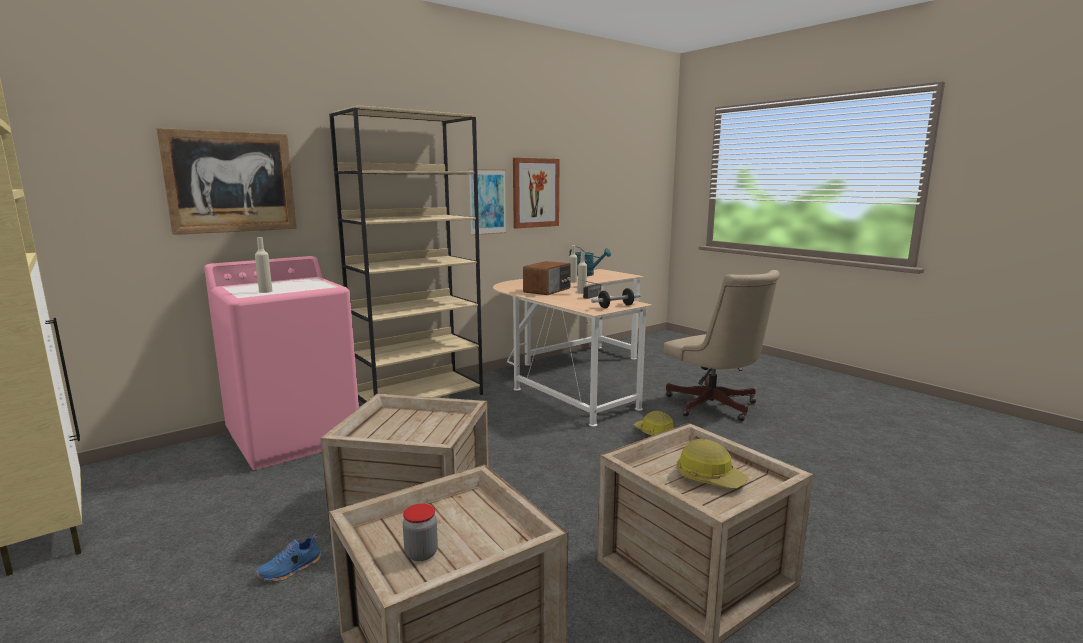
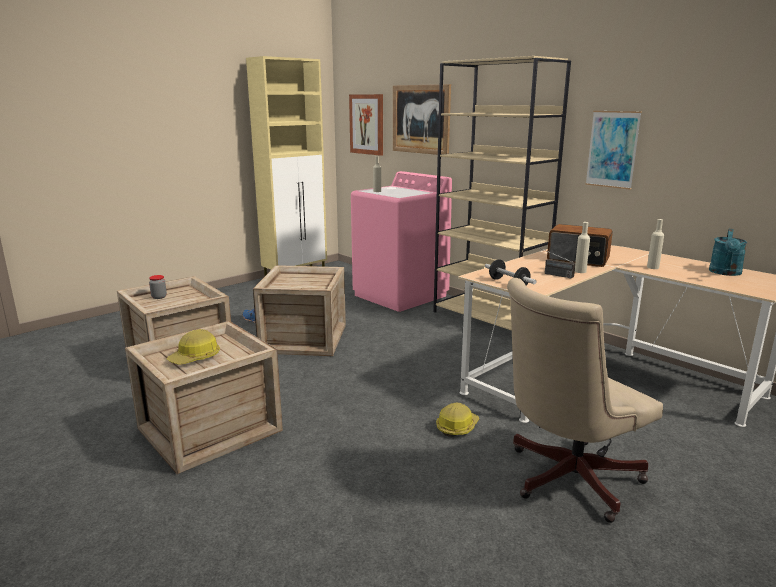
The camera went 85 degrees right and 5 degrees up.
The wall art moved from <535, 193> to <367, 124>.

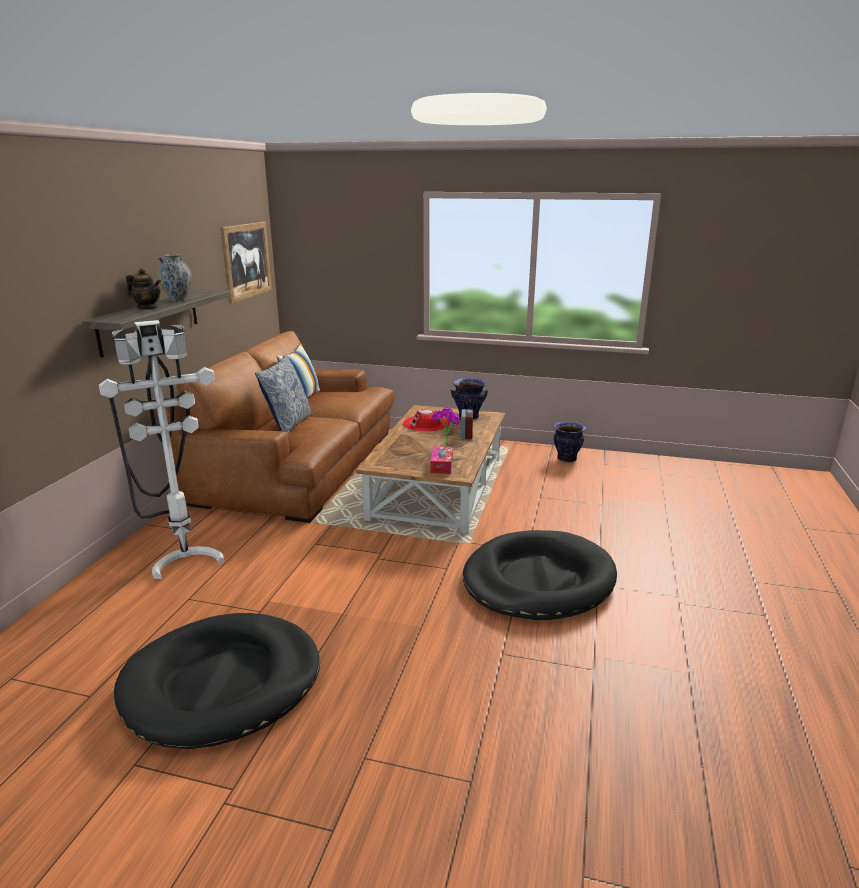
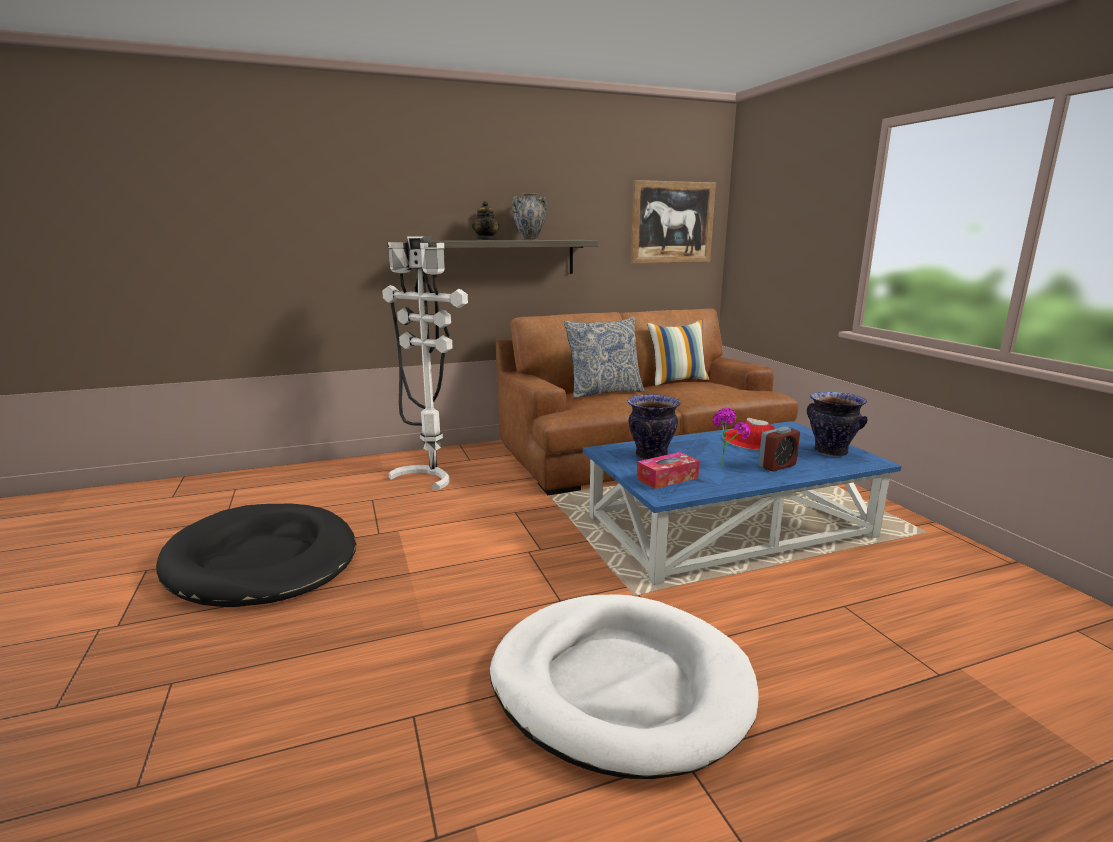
The camera went 55 degrees right and 5 degrees down.
The dog cushion (black-coloured) at <538, 580> became the dog cushion (white-coloured) at <619, 685>.
The low table (brown) at <437, 486> became the low table (bluish) at <729, 525>.
The flower vase moved from <566, 459> to <650, 456>.

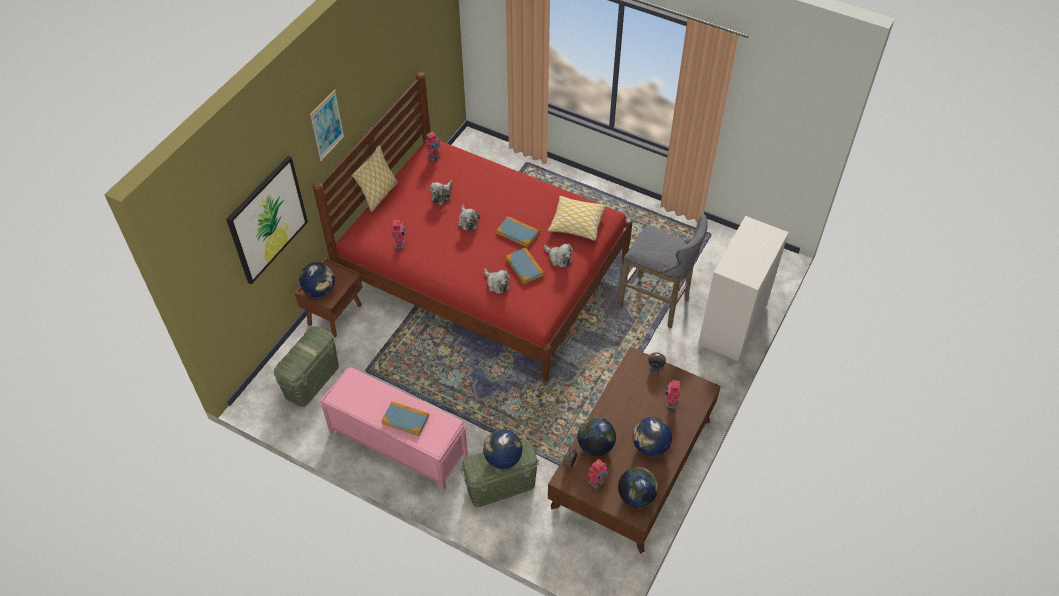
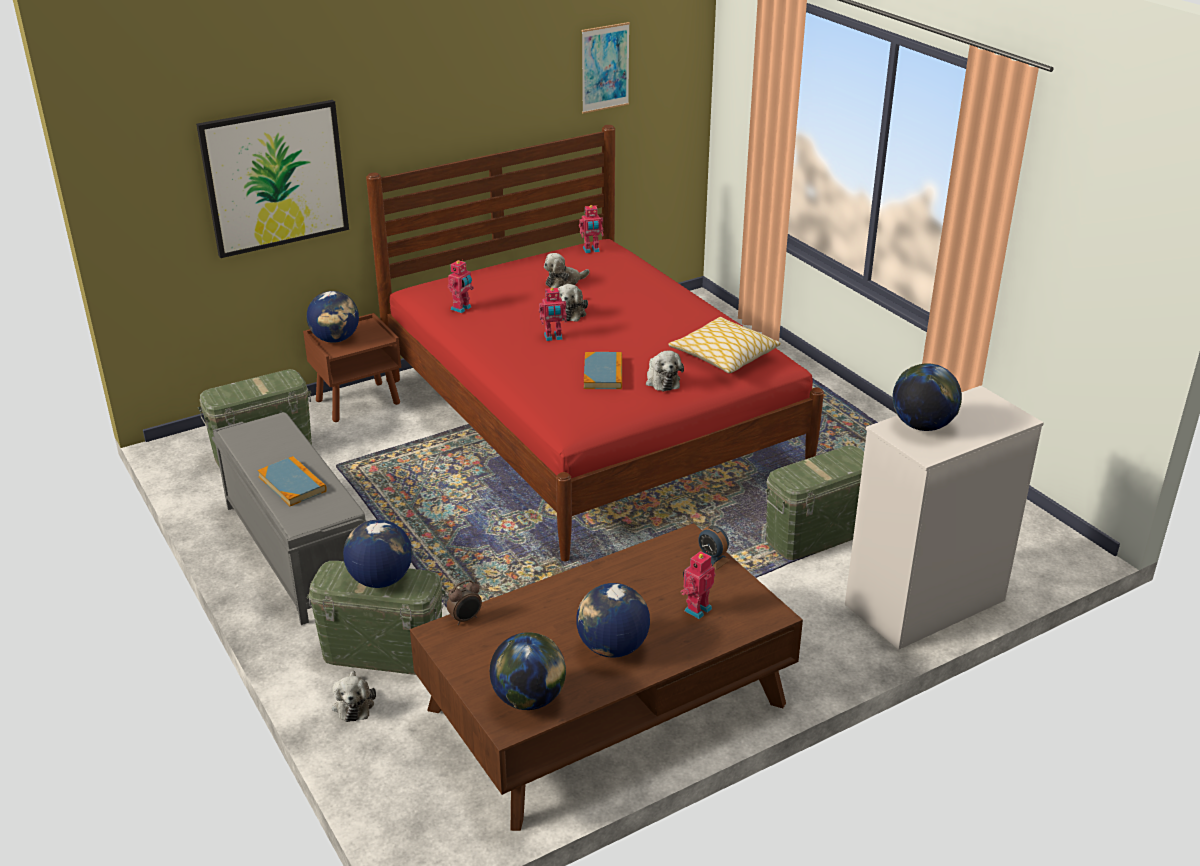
The camera went 30 degrees right and 20 degrees down.
The long seat (pink-coloured) at <397, 442> became the long seat (greyish) at <297, 550>.
The plush toy moved from <497, 284> to <353, 704>.
The model robot moved from <597, 482> to <553, 337>.
The wall art moved from <326, 125> to <605, 67>.
The stool (greyish) at <657, 304> was replaced by the storage box (greenish) at <816, 536>.
The globe moved from <595, 446> to <922, 426>.
The pillow at <378, 195> disappeared.
The volume at <517, 233> disappeared.

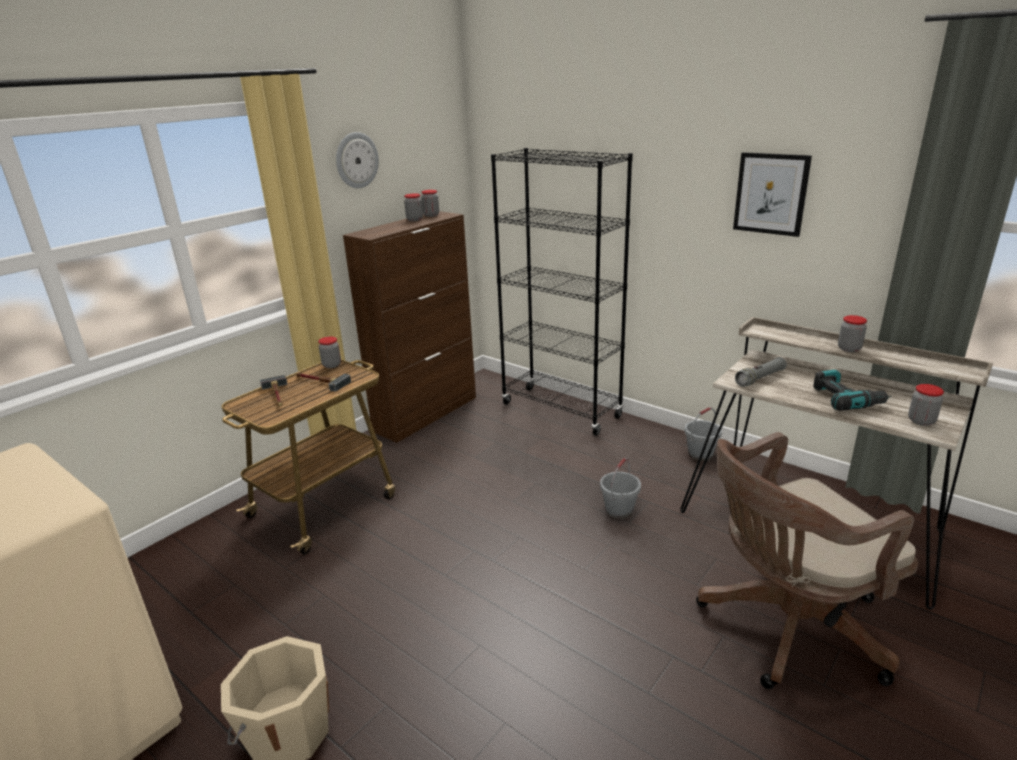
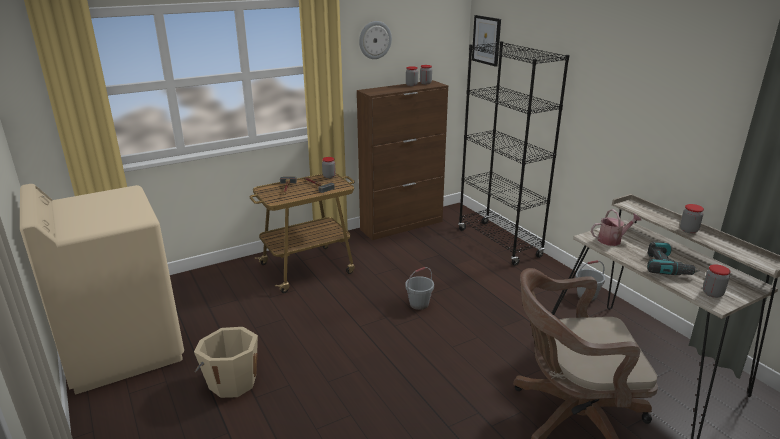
The camera went 20 degrees right and 0 degrees up.
The pail (greyish) moved from <619, 511> to <419, 304>.
The wall art moved from <771, 194> to <486, 40>.
The flashlight (greyish) at <760, 378> was replaced by the sprinkling can at <612, 240>.

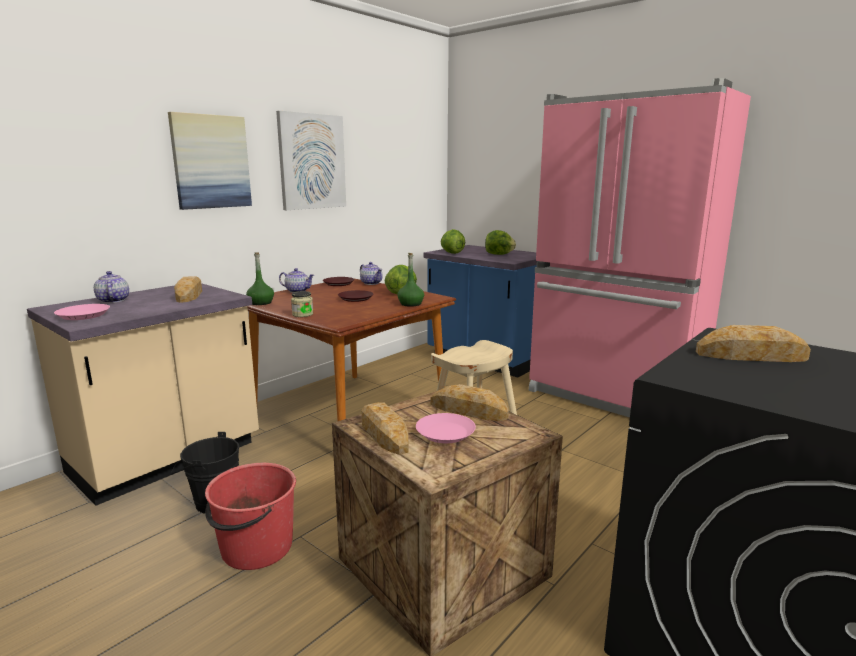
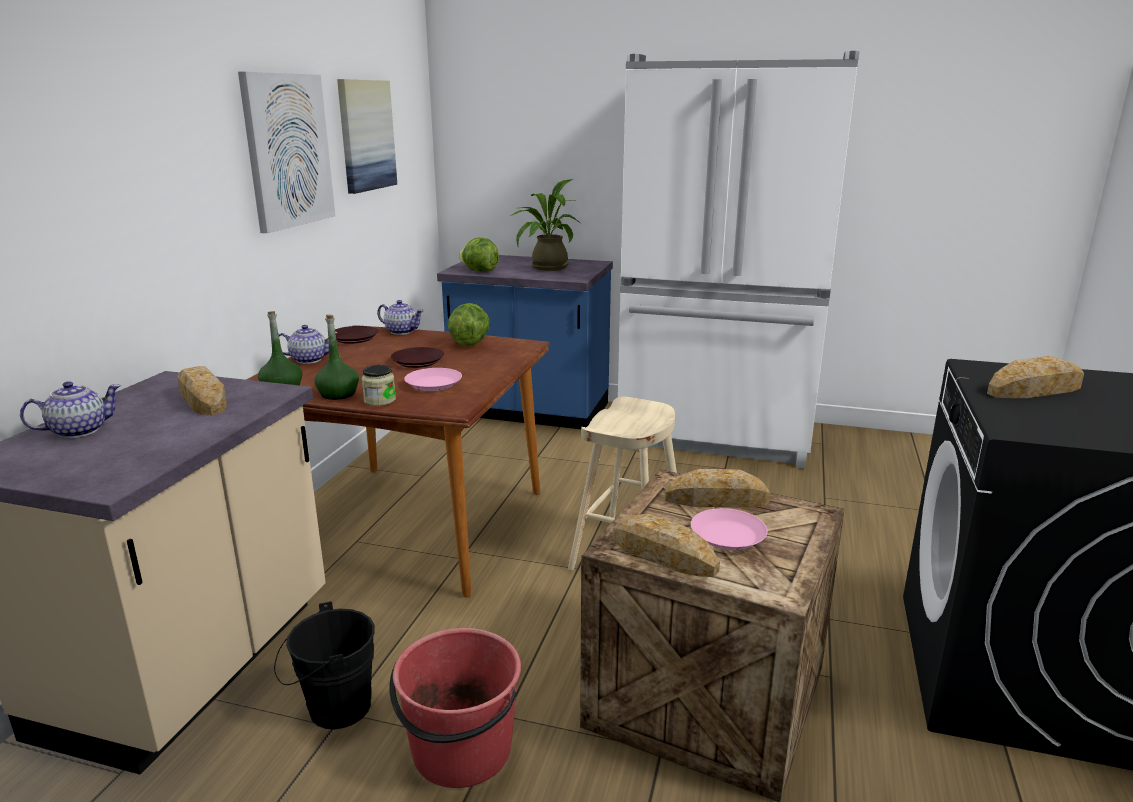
The camera went 25 degrees left and 5 degrees up.
The teapot at <113, 300> turned 105 degrees clockwise.
The bottle (greenish) moved from <411, 304> to <338, 394>.
The wall art moved from <211, 162> to <366, 135>.
The dinner plate (pink-coloured) moved from <84, 315> to <433, 384>.
The lettuce at <499, 254> was replaced by the houseplant at <545, 268>.
The kitchen fridge (pink-coloured) at <613, 397> became the kitchen fridge (white-coloured) at <716, 436>.

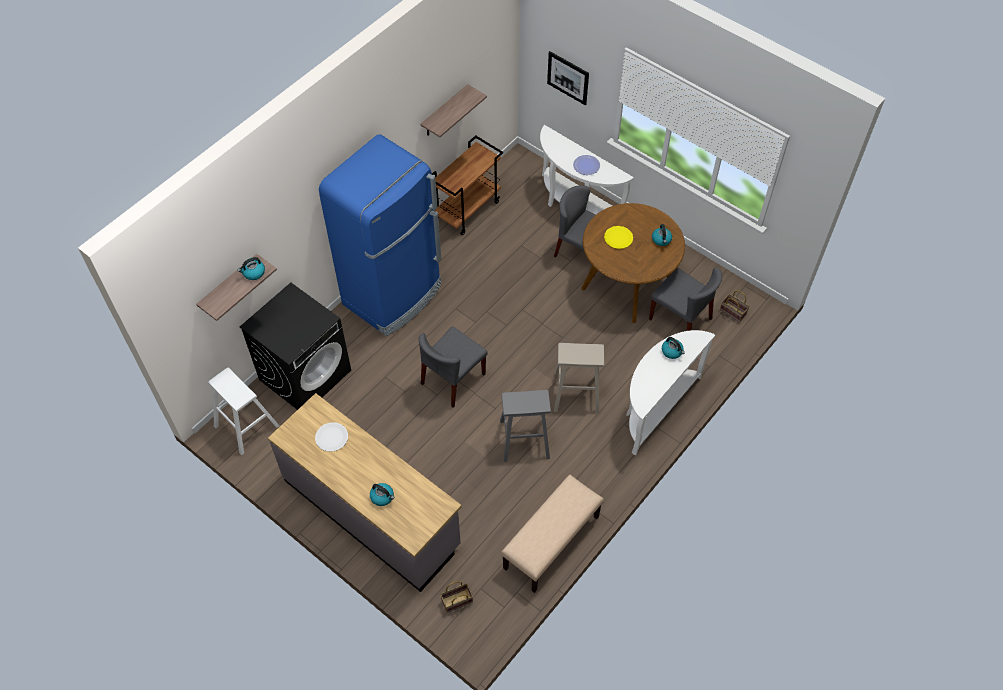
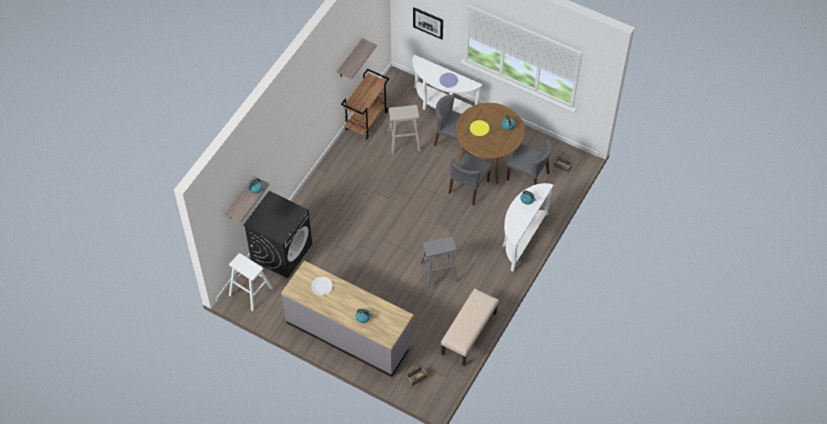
The camera went 10 degrees left and 0 degrees up.
The stool (beige) moved from <577, 392> to <404, 140>.
The upright chair (greyish) moved from <453, 379> to <469, 187>.
The kitchen fridge (bluish) at <393, 295> disappeared.

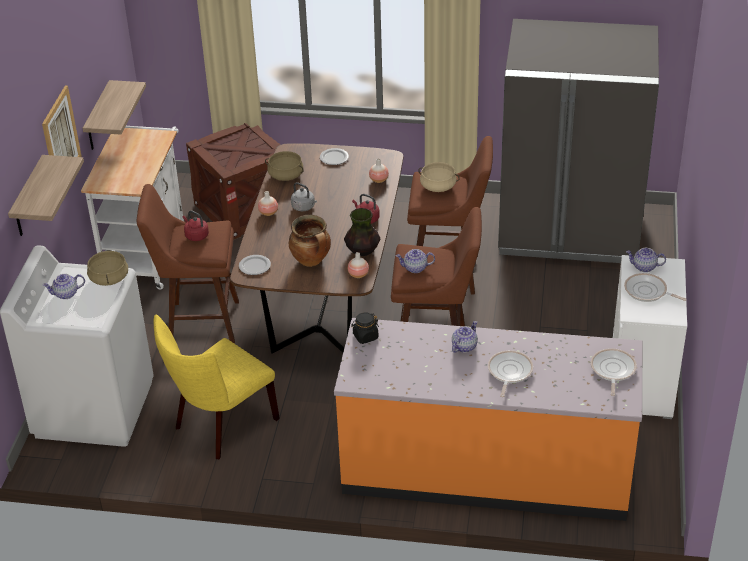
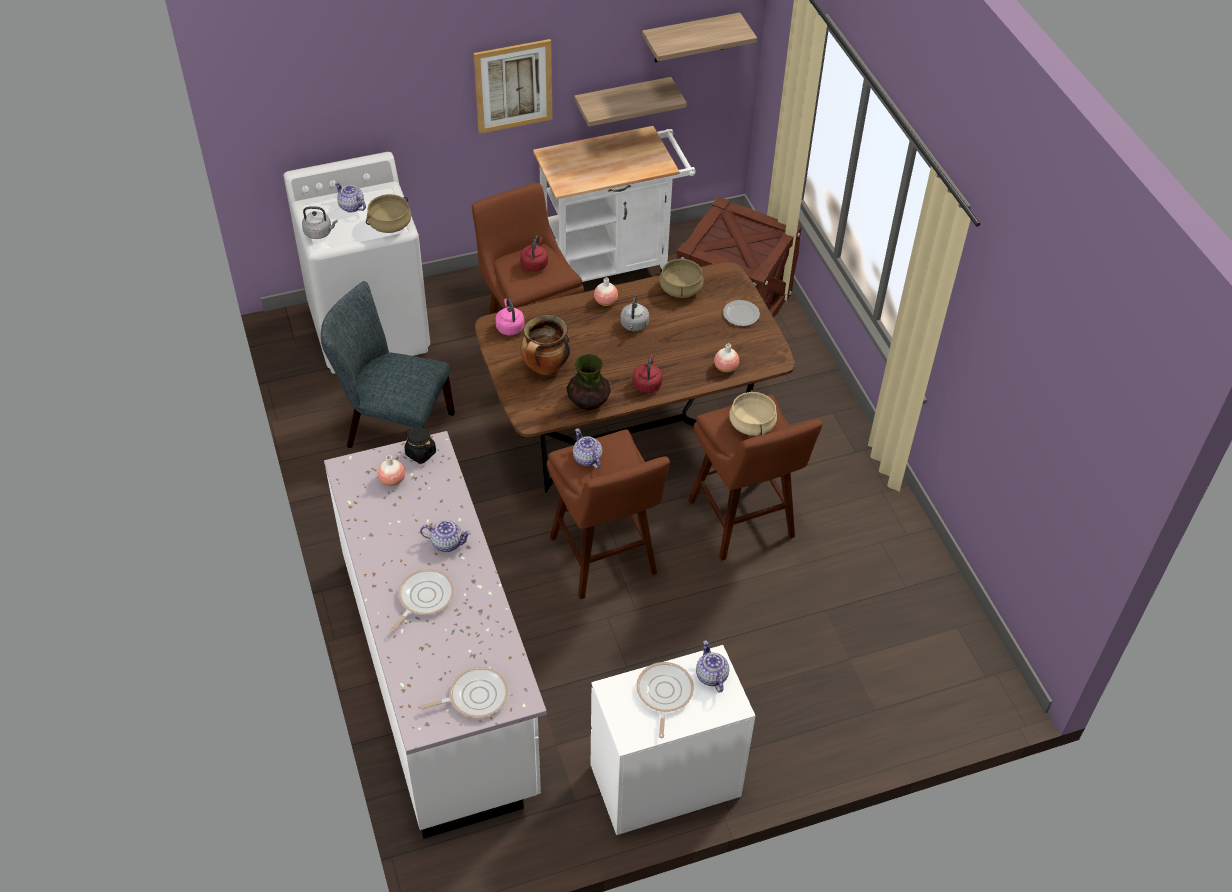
The camera went 60 degrees right and 10 degrees up.
The water kettle (greyish) at <319, 233> appeared.
The upright chair (yellow) at <221, 426> became the upright chair (greyish) at <393, 429>.
The kitchen counter (orangey) at <486, 469> became the kitchen counter (white-coloured) at <441, 675>.
The flower vase moved from <358, 275> to <392, 480>.
The frying pan at <509, 372> turned 45 degrees counterclockwise.
The dinner plate at <254, 266> was replaced by the water kettle (pink-coloured) at <509, 327>.
The wall shelf moved from <28, 198> to <690, 38>.
The kitchen fridge (greyish) at <569, 231> disappeared.

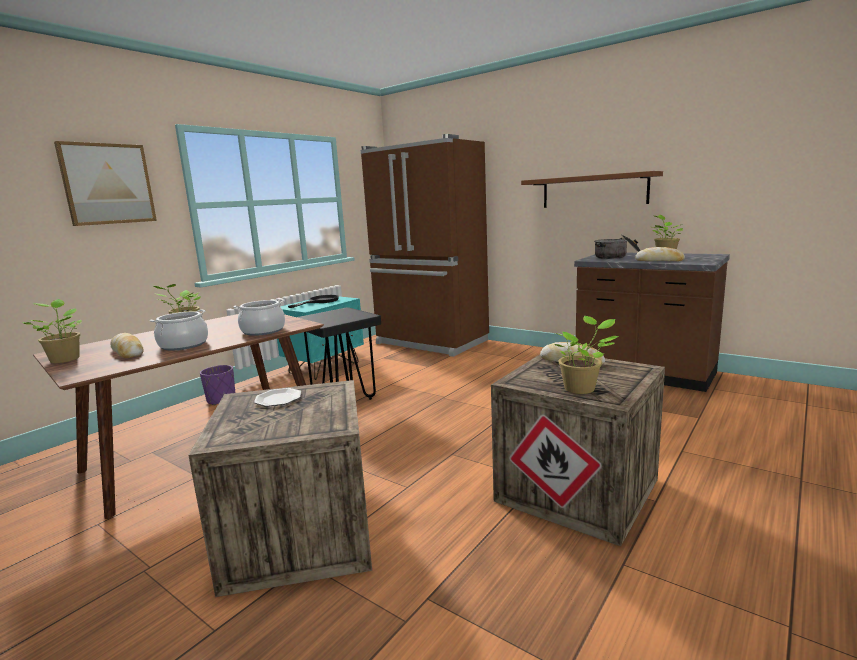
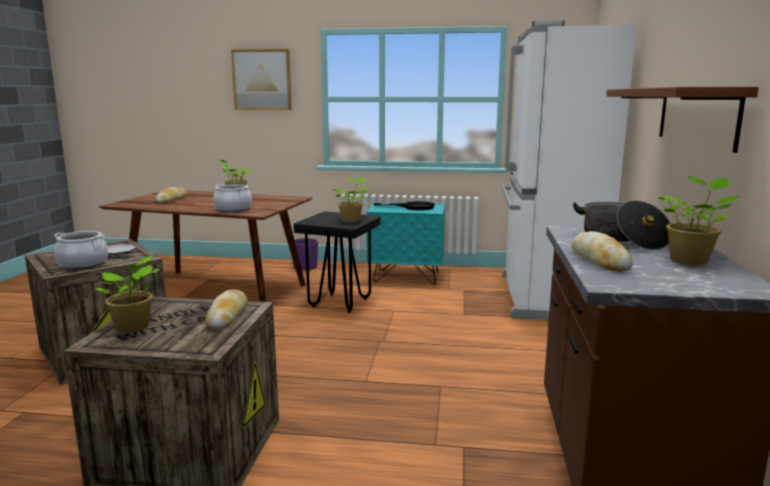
The camera went 60 degrees right and 0 degrees up.
The saucepot moved from <183, 345> to <83, 264>.
The houseplant moved from <65, 359> to <351, 220>.
The kitchen fridge (brown) at <431, 342> became the kitchen fridge (white-coloured) at <545, 297>.

